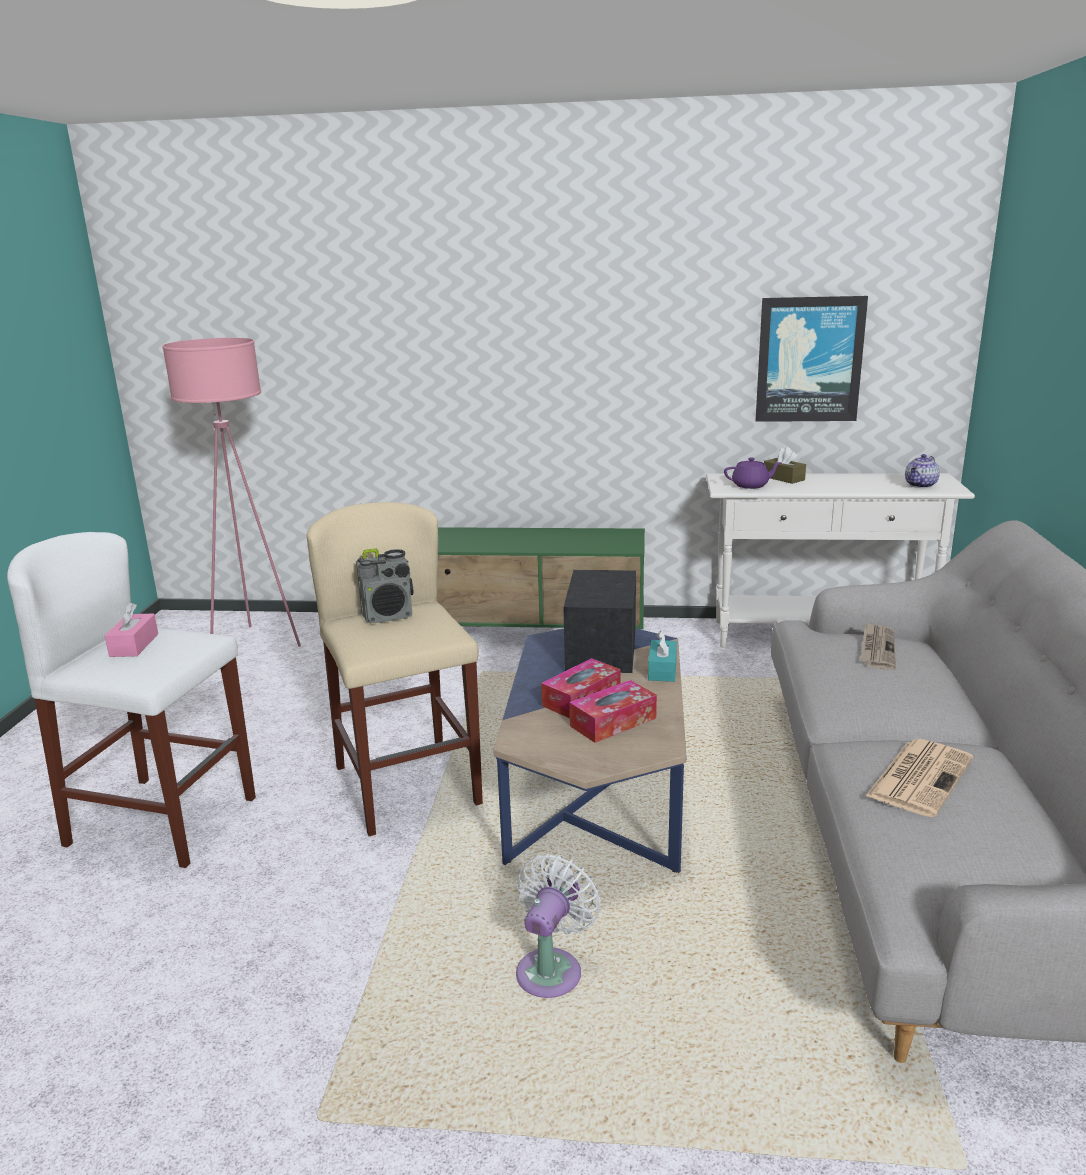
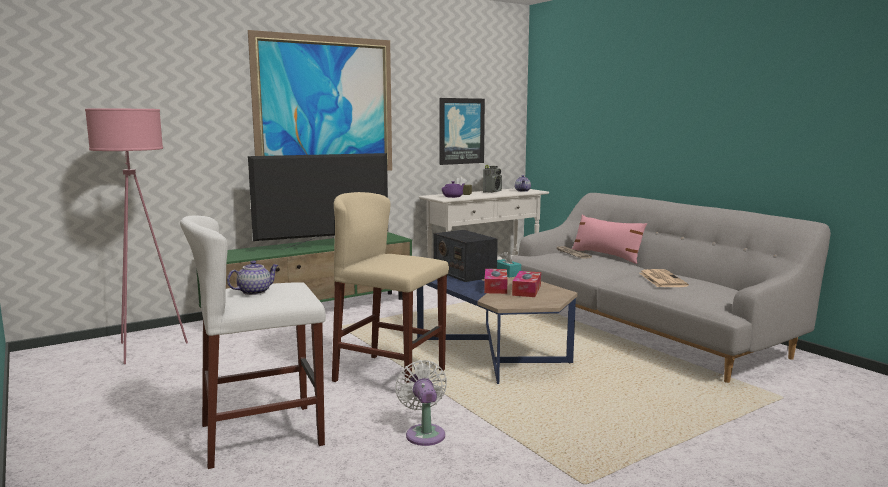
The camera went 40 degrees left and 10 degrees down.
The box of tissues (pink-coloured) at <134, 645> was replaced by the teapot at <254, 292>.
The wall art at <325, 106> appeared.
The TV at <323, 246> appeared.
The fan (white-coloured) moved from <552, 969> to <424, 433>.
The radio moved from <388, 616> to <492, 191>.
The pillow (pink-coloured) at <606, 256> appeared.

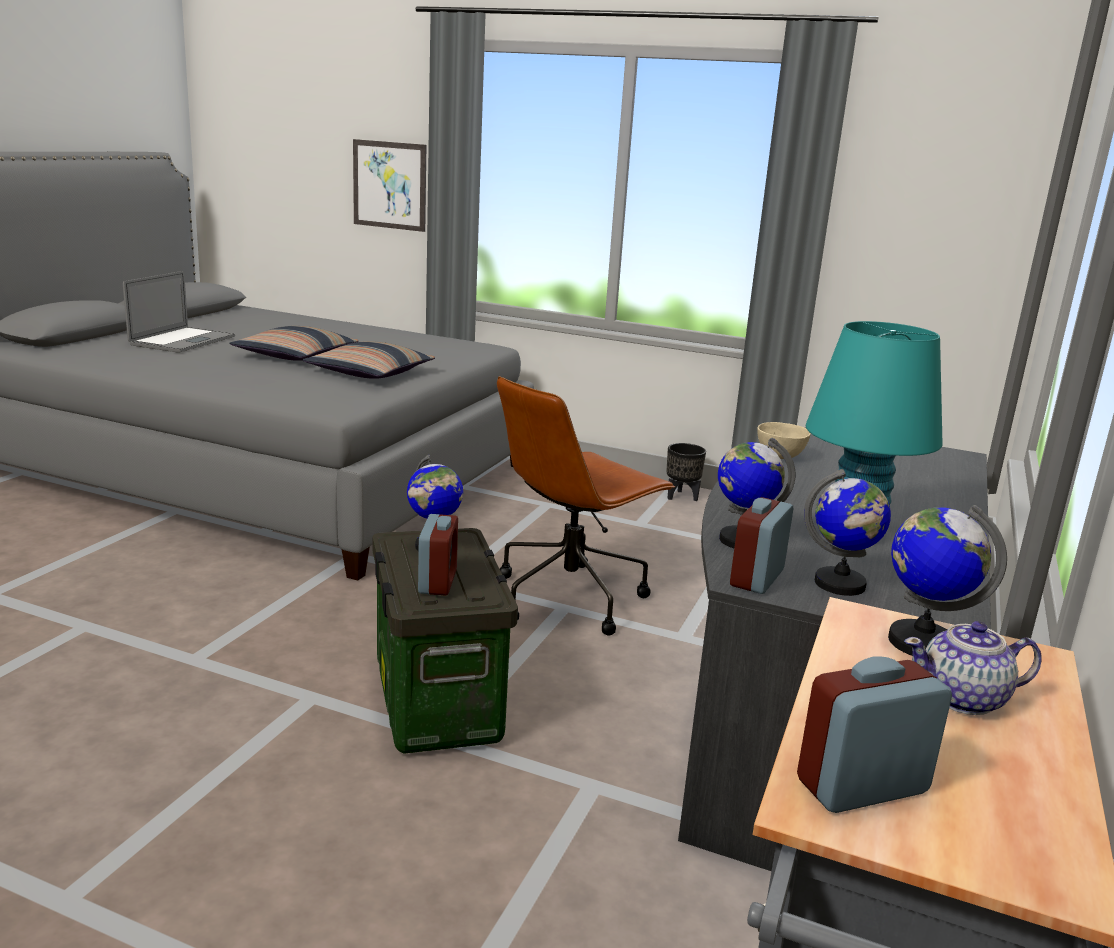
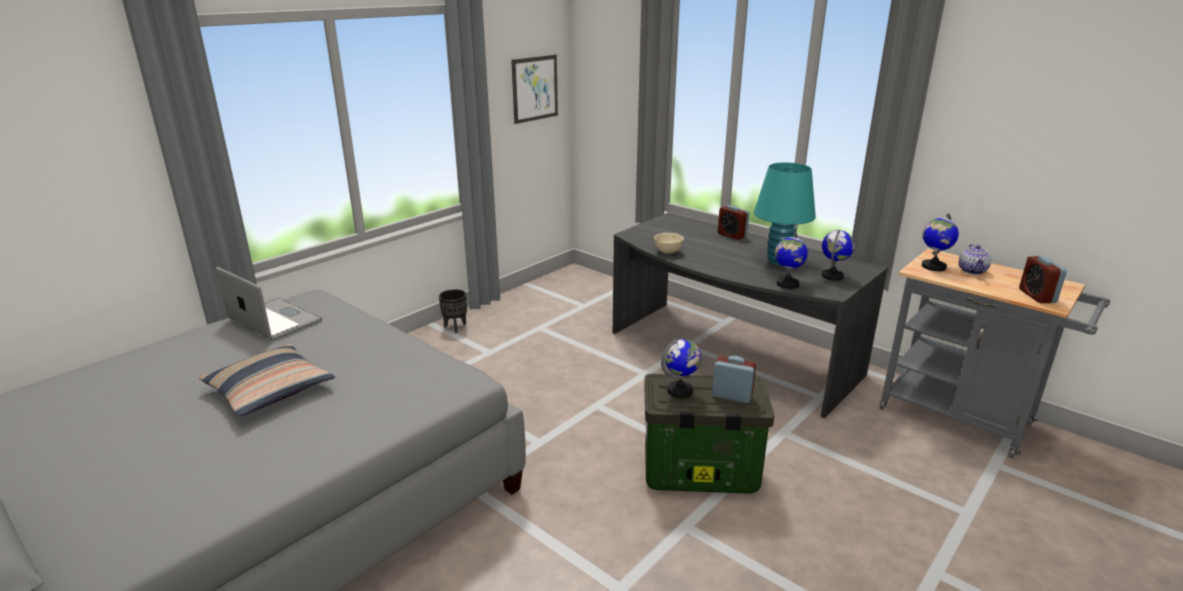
The camera went 70 degrees left and 5 degrees up.
The laptop moved from <183, 340> to <275, 320>.
The wall art moved from <389, 185> to <535, 88>.
The table clock moved from <757, 578> to <732, 235>.
The pillow at <370, 373> disappeared.
The desk chair (brown) at <570, 596> disappeared.

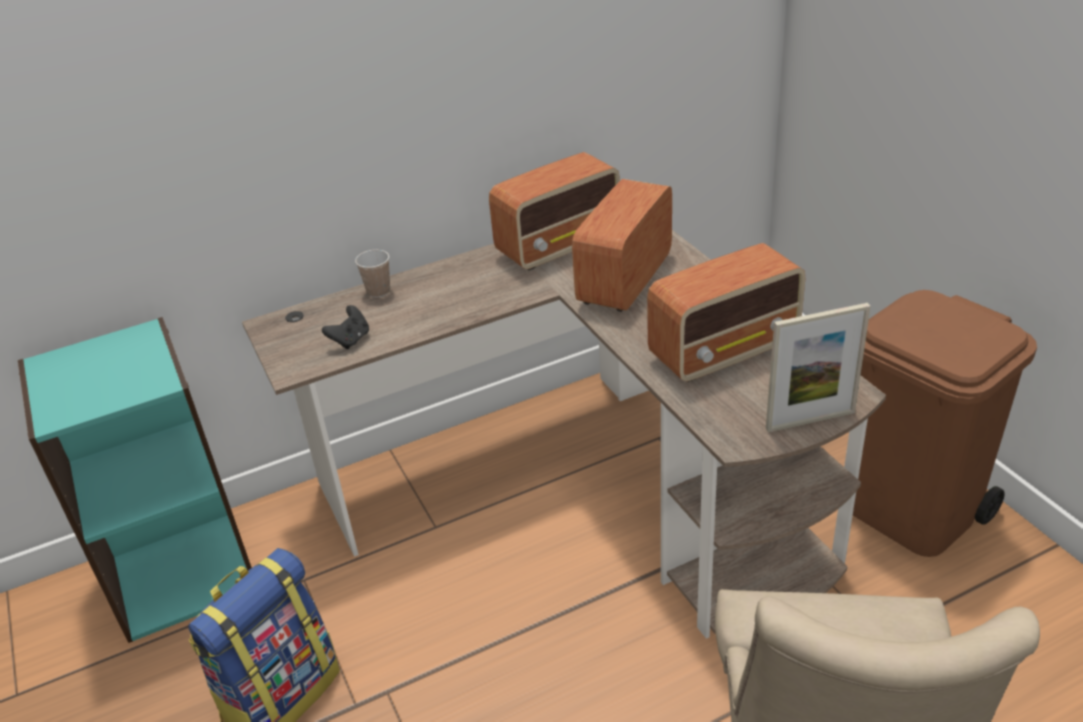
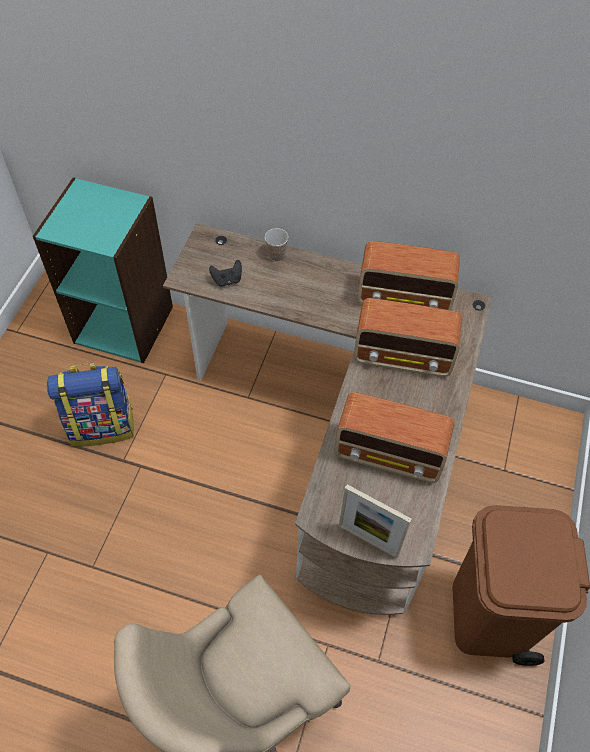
The camera went 40 degrees right and 20 degrees up.
The radio at <624, 281> turned 150 degrees counterclockwise.

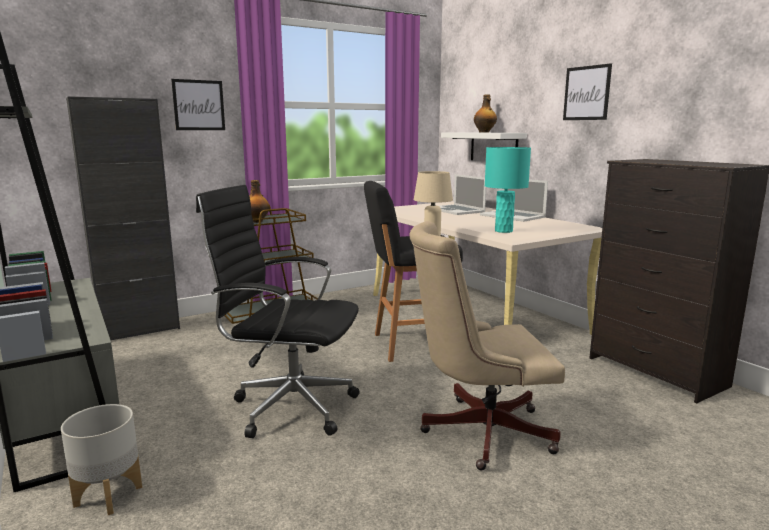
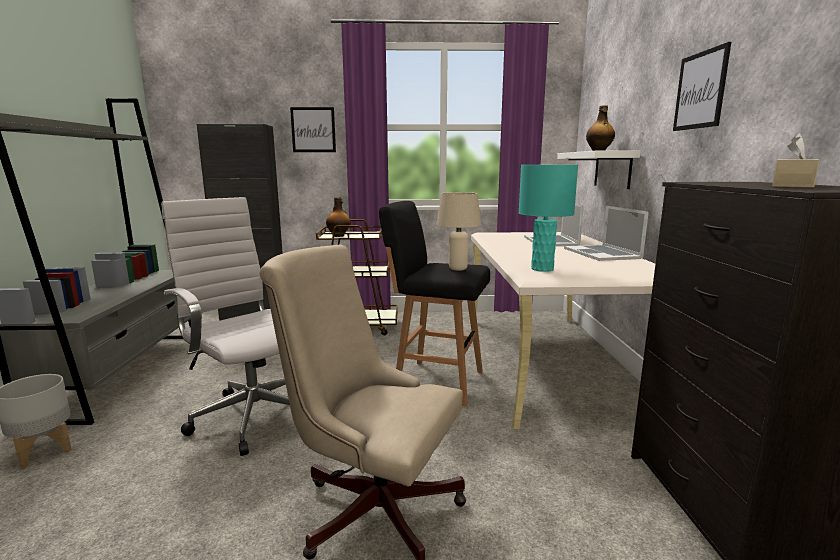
The camera went 30 degrees right and 0 degrees up.
The desk chair (black-coloured) at <288, 407> became the desk chair (white-coloured) at <252, 415>.
The box of tissues (beige) at <791, 186> appeared.

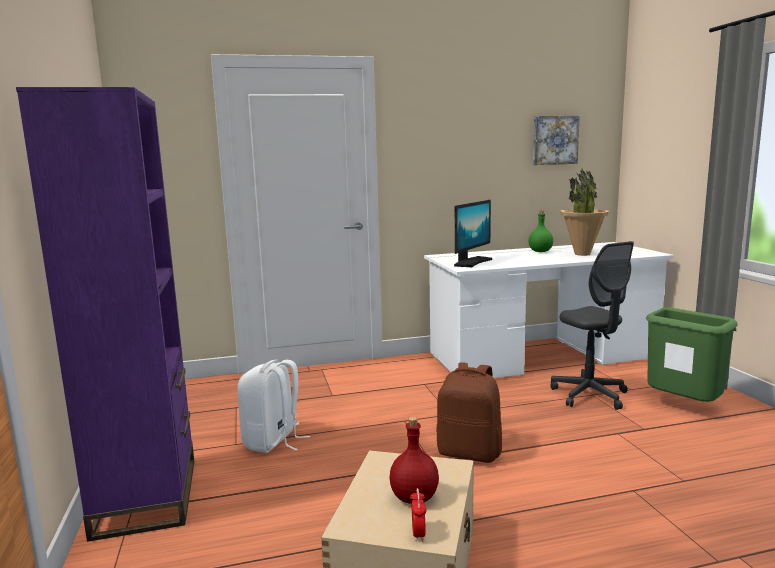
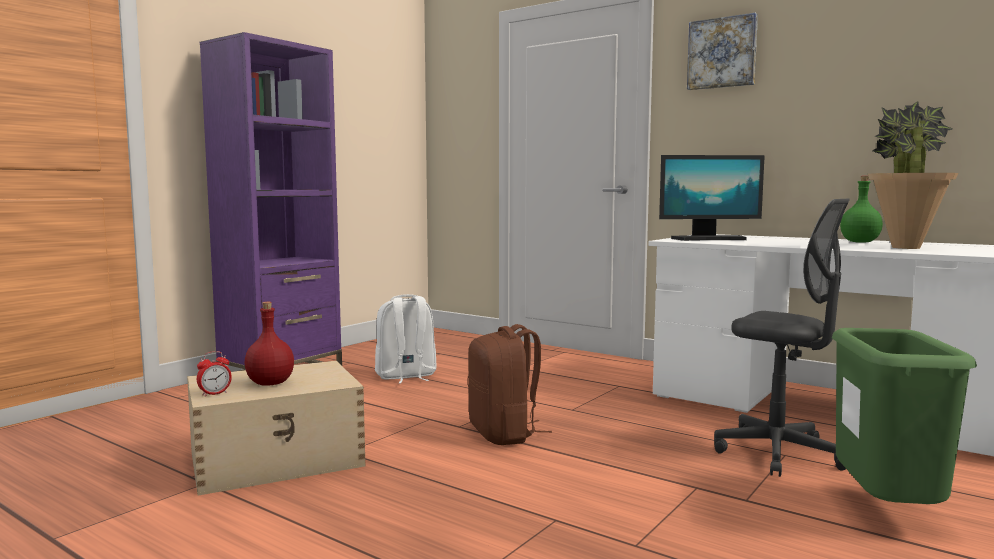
The camera went 50 degrees right and 5 degrees down.
The wall art moved from <554, 140> to <722, 53>.
The desk chair (greyish) at <589, 395> turned 75 degrees counterclockwise.

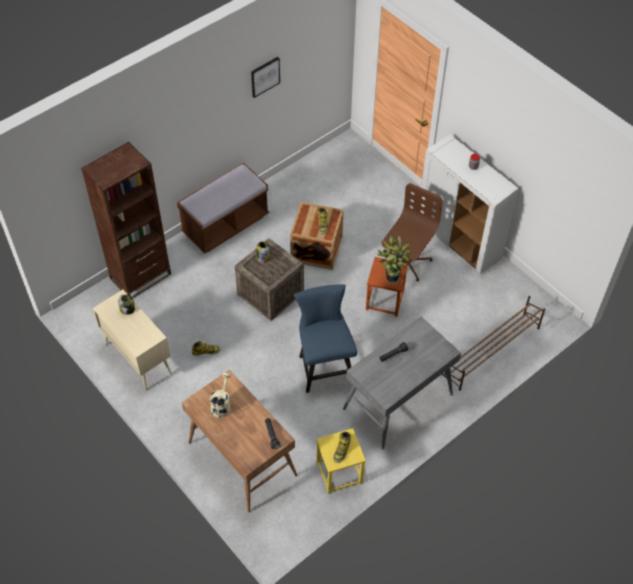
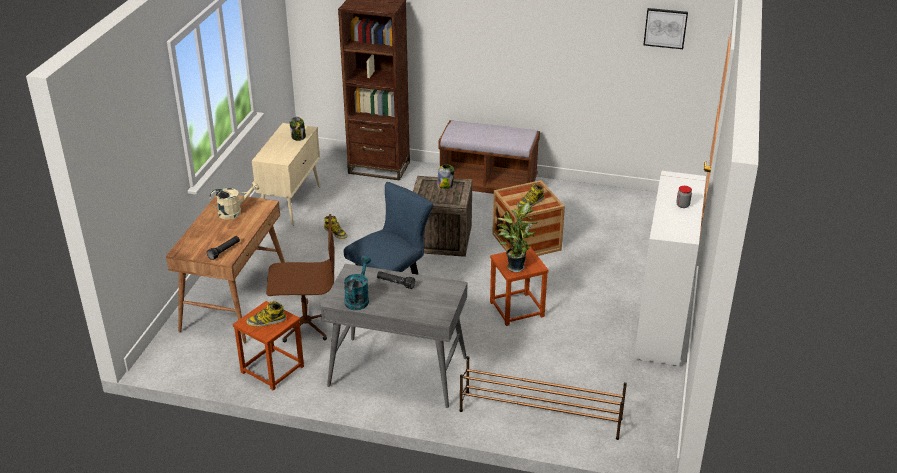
The camera went 55 degrees right and 20 degrees down.
The stool (yellow) at <339, 473> became the stool (brown) at <272, 369>.
The desk chair (brown) moved from <405, 262> to <305, 323>.
The sprinkling can (turquoise-coloured) at <358, 299> appeared.
The wall art moved from <264, 76> to <665, 28>.

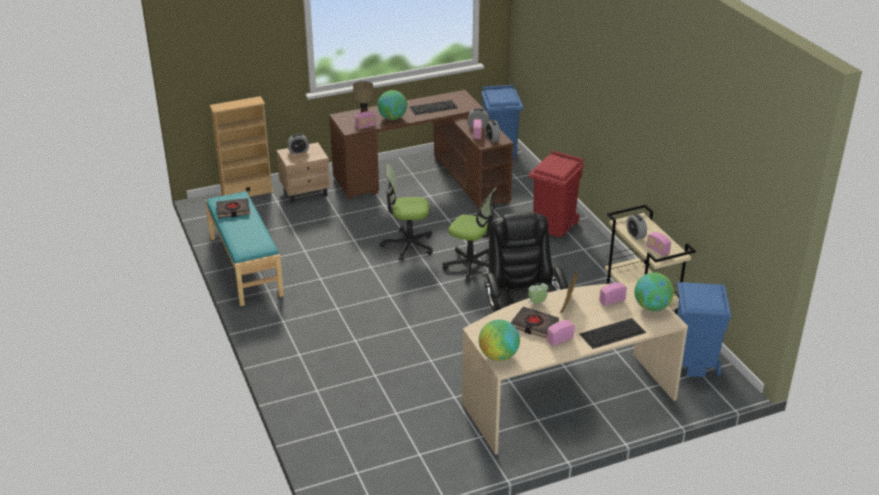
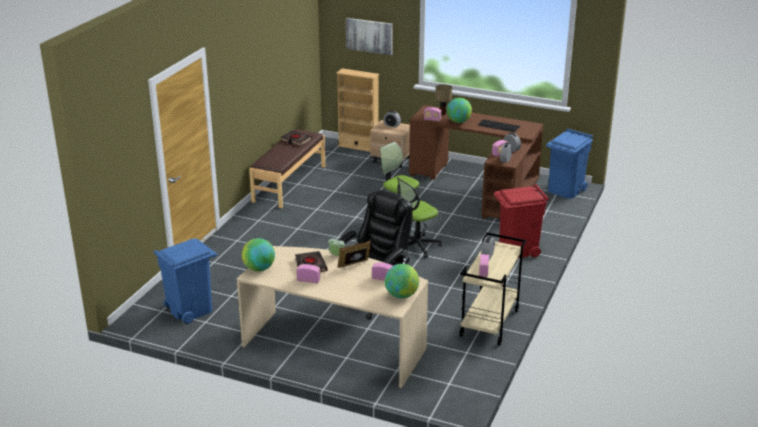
The camera went 45 degrees right and 5 degrees down.
The trash can (bluish) moved from <693, 362> to <190, 310>.
The long seat (turquoise-coloured) at <245, 266> became the long seat (brown) at <289, 183>.
The wall art at <369, 36> appeared.
The desk chair at <471, 266> turned 75 degrees clockwise.
The PC keyboard at <612, 333> disappeared.

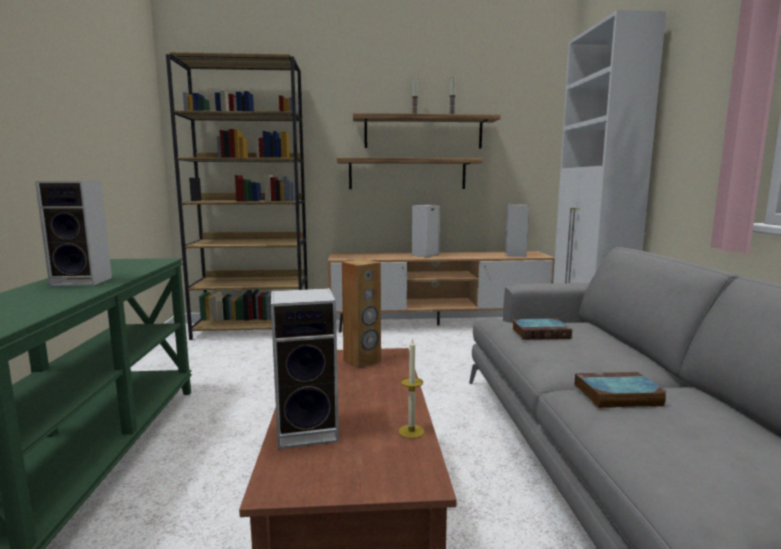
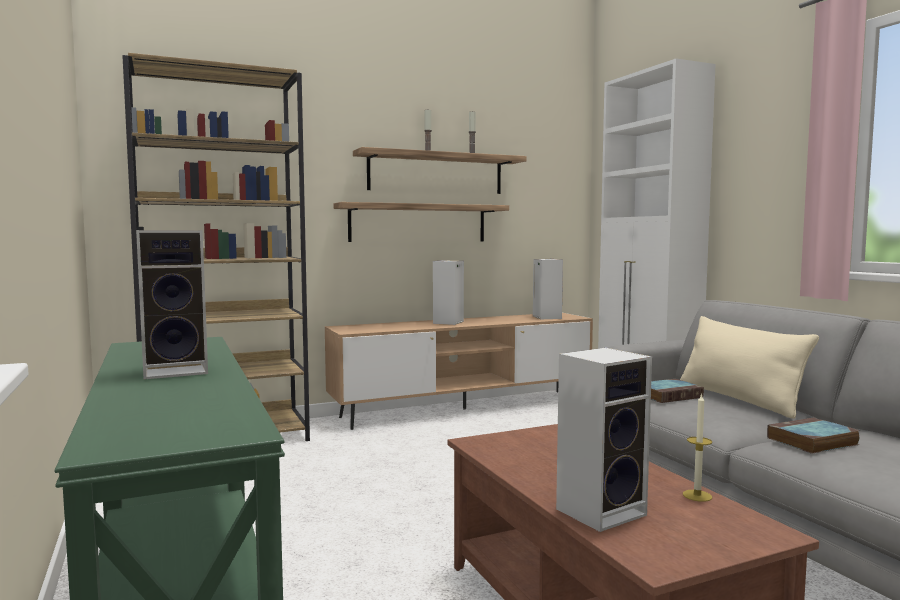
The camera went 20 degrees left and 5 degrees down.
The pillow (beige) at <738, 399> appeared.
The loudspeaker (brown) at <362, 361> disappeared.

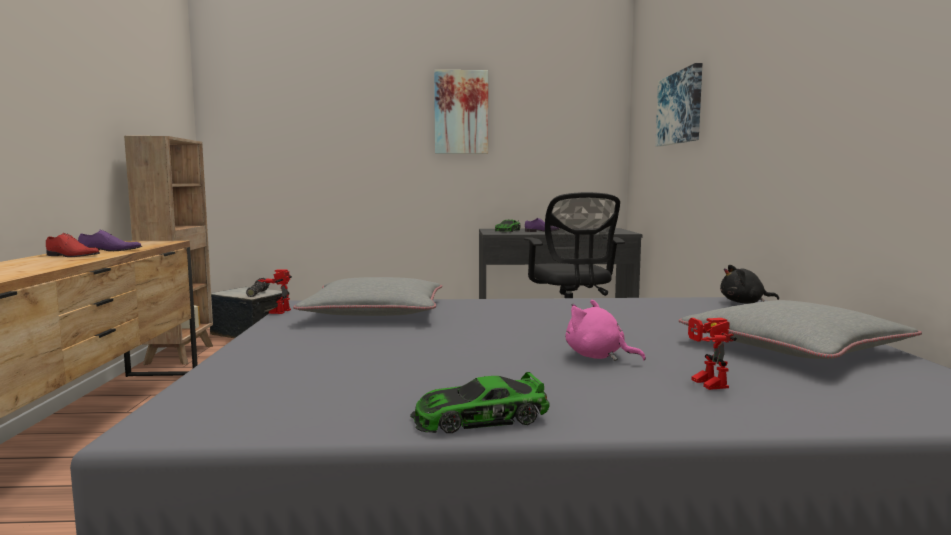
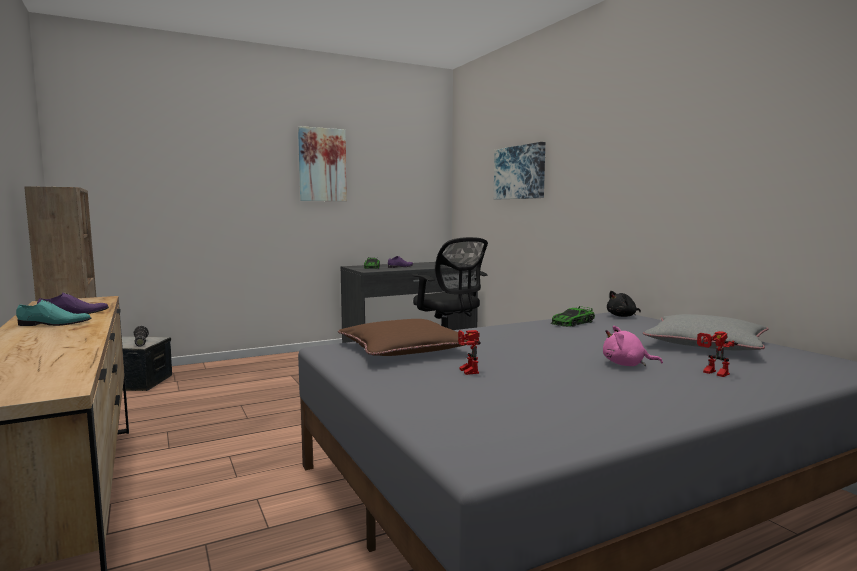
The camera went 25 degrees left and 0 degrees up.
The shoe (red-coloured) at <71, 256> became the shoe (turquoise-coloured) at <54, 323>.
The pillow (greyish) at <375, 311> became the pillow (brown) at <404, 349>.
The model robot moved from <277, 311> to <465, 371>.
The model car moved from <479, 418> to <572, 323>.

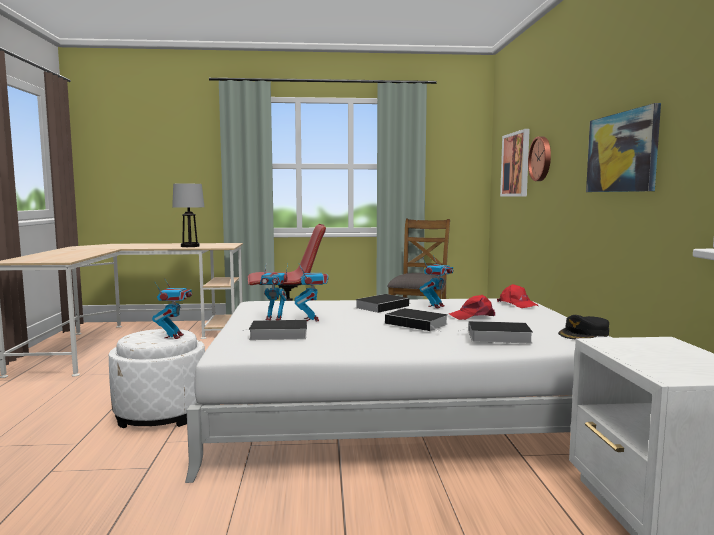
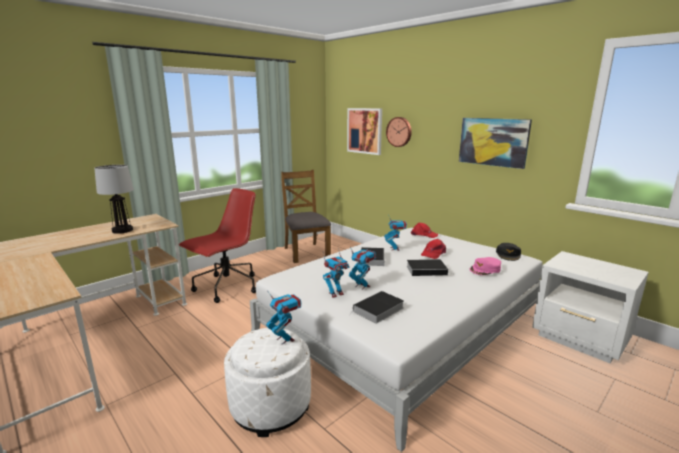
The camera went 40 degrees left and 10 degrees up.
The volume at <497, 337> was replaced by the baseball cap (pink-coloured) at <485, 269>.

